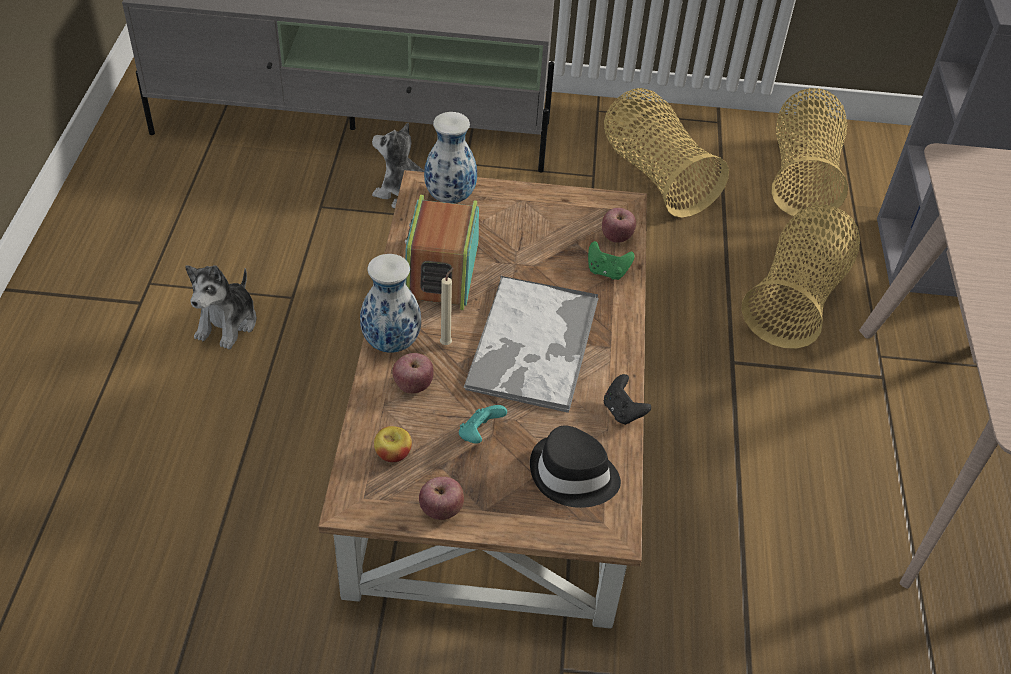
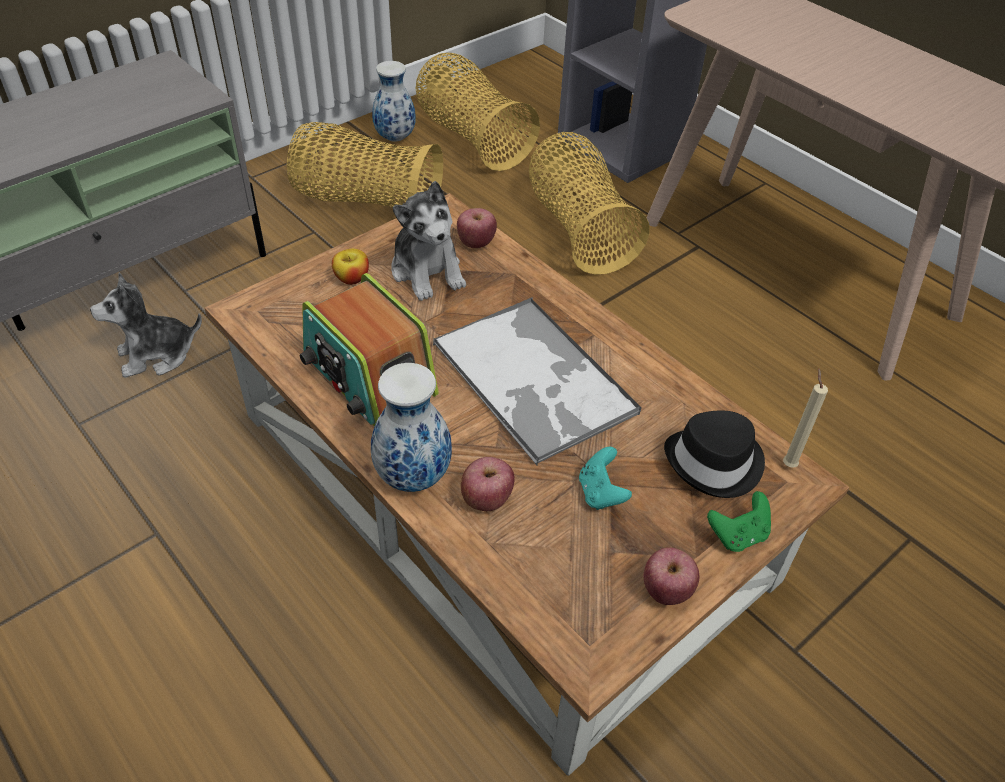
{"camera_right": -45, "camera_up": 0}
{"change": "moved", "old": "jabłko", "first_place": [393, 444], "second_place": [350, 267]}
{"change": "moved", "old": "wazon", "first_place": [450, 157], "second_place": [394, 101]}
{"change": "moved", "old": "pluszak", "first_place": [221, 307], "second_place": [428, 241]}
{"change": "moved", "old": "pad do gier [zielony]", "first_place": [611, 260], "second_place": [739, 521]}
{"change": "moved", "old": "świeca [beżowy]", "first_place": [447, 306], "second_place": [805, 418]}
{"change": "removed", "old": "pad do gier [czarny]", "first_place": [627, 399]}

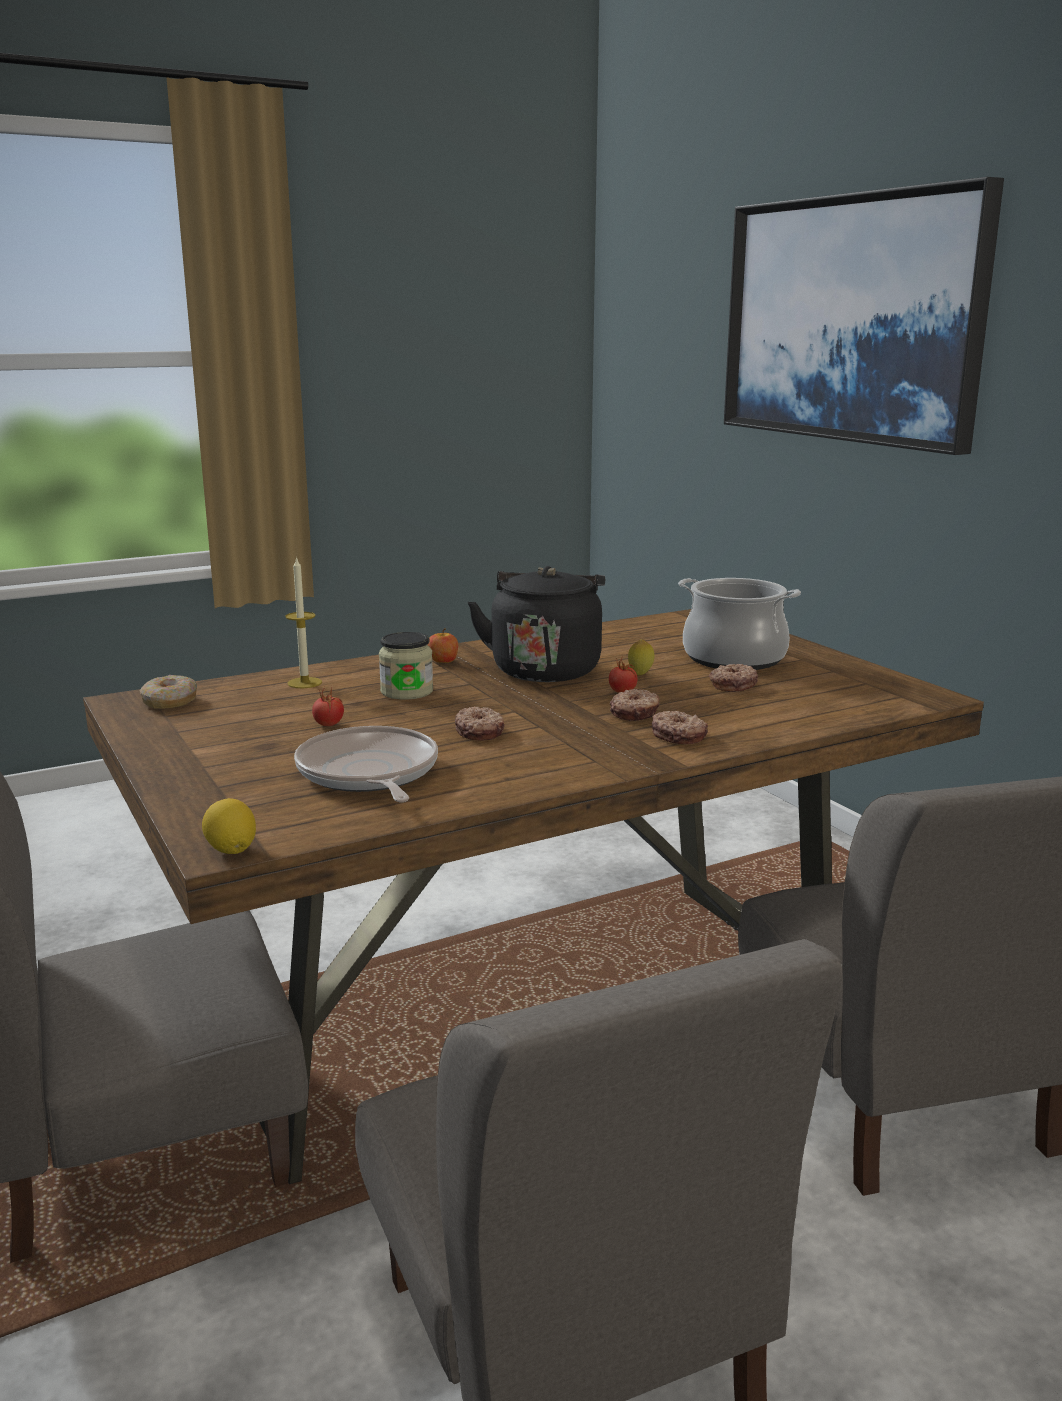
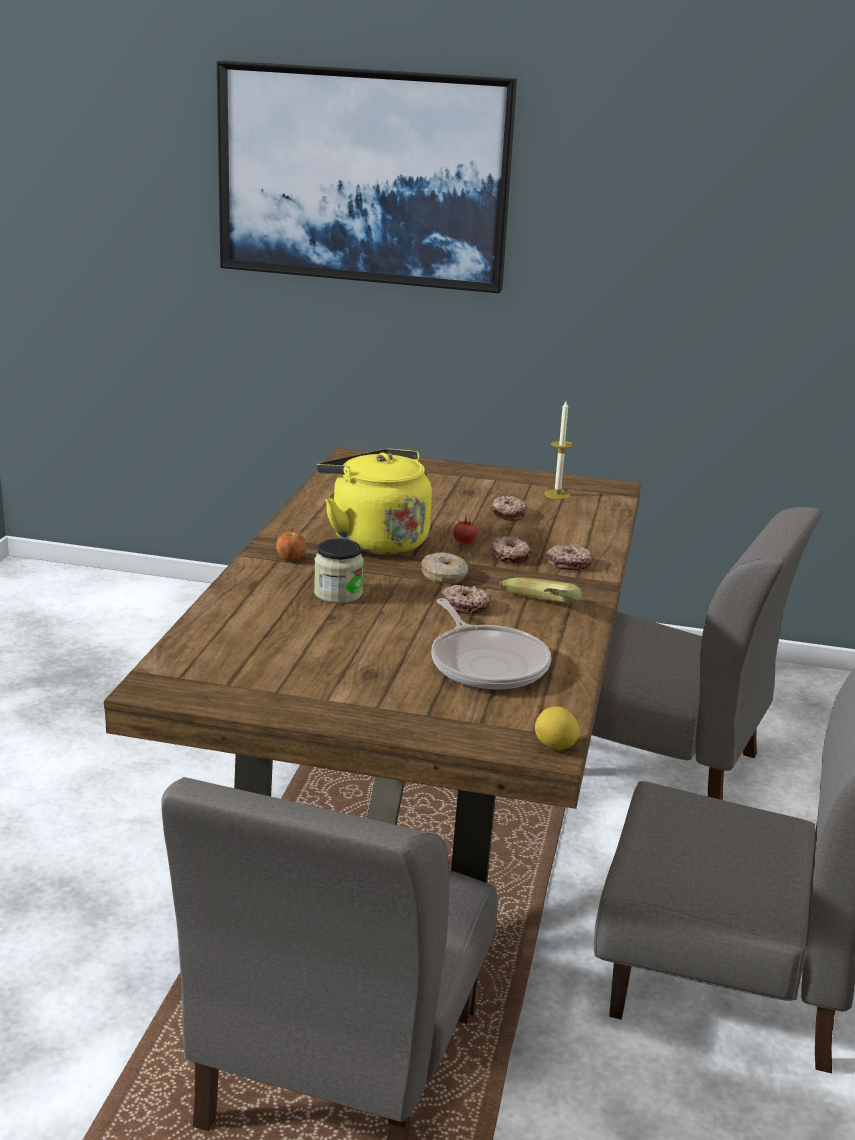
{"camera_right": -50, "camera_up": 5}
{"change": "recoloured", "old": "czajnik [czarny]", "new": "czajnik [żółty]", "first_place": [536, 624], "second_place": [374, 502]}
{"change": "moved", "old": "donut", "first_place": [168, 692], "second_place": [444, 568]}
{"change": "turned", "old": "patelnia", "first_place": [366, 764], "second_place": [491, 644], "degrees": -135}
{"change": "added", "new": "banan", "second_place": [540, 590]}
{"change": "moved", "old": "świeca", "first_place": [303, 622], "second_place": [558, 450]}
{"change": "removed", "old": "pomidor", "first_place": [328, 706]}
{"change": "removed", "old": "cytryna", "first_place": [641, 657]}
{"change": "removed", "old": "garnek", "first_place": [739, 624]}

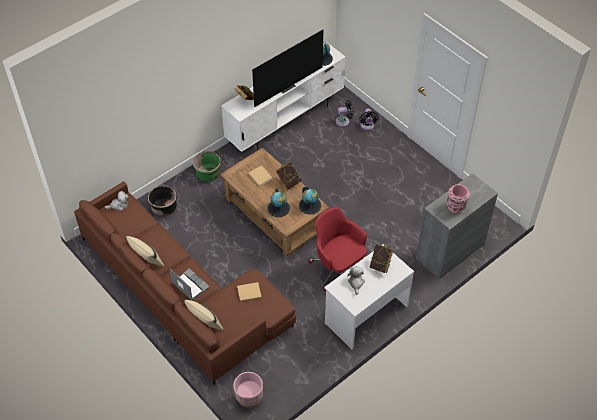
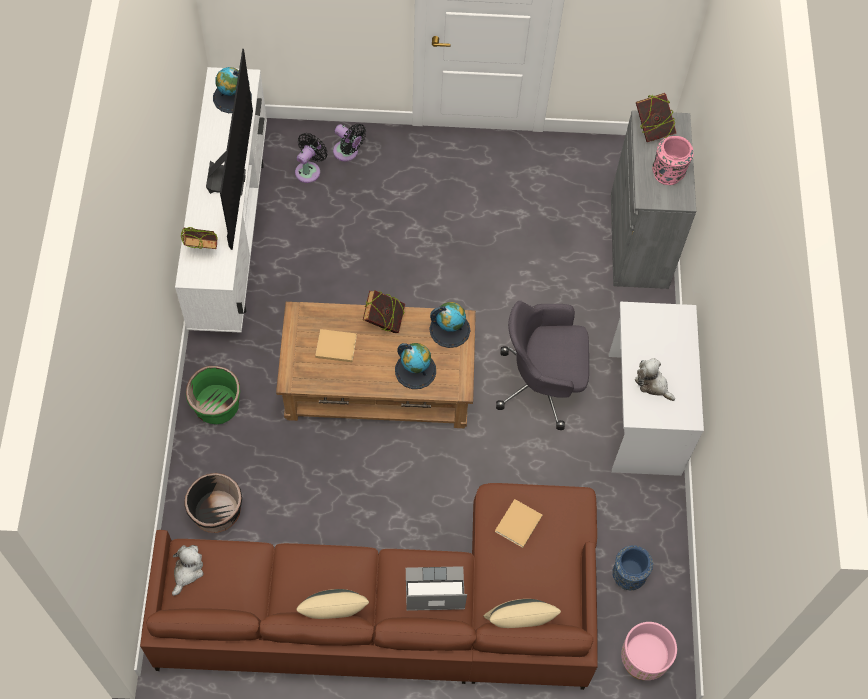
{"camera_right": -50, "camera_up": 10}
{"change": "recoloured", "old": "krzesło biurowe [czerwony]", "new": "krzesło biurowe [szary]", "first_place": [338, 249], "second_place": [542, 365]}
{"change": "added", "new": "wazon [niebieski]", "second_place": [632, 567]}
{"change": "moved", "old": "książka", "first_place": [381, 258], "second_place": [656, 117]}

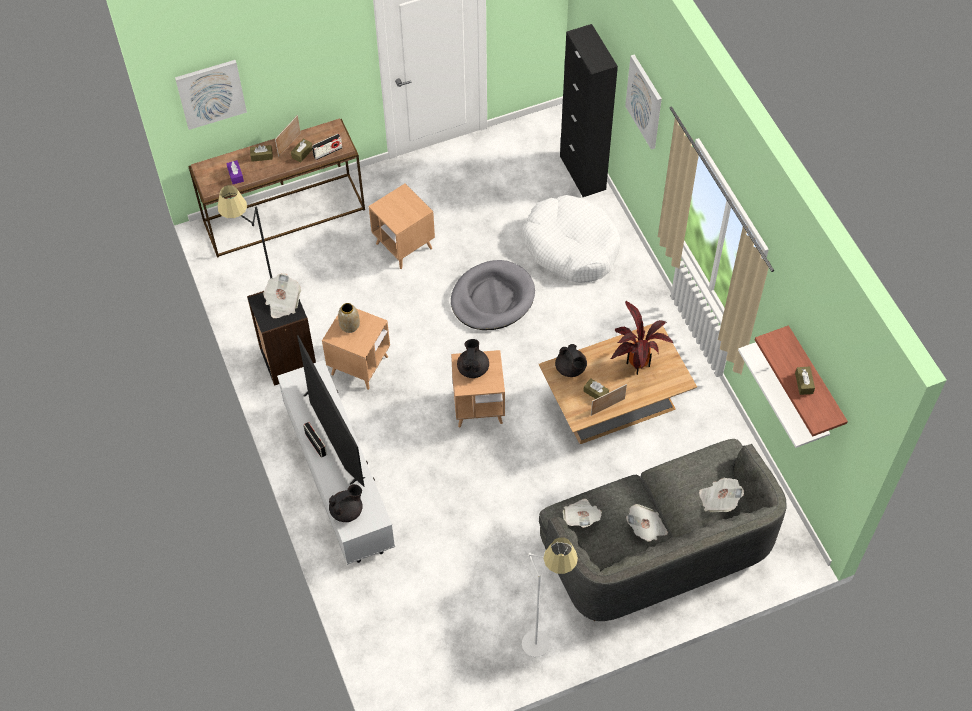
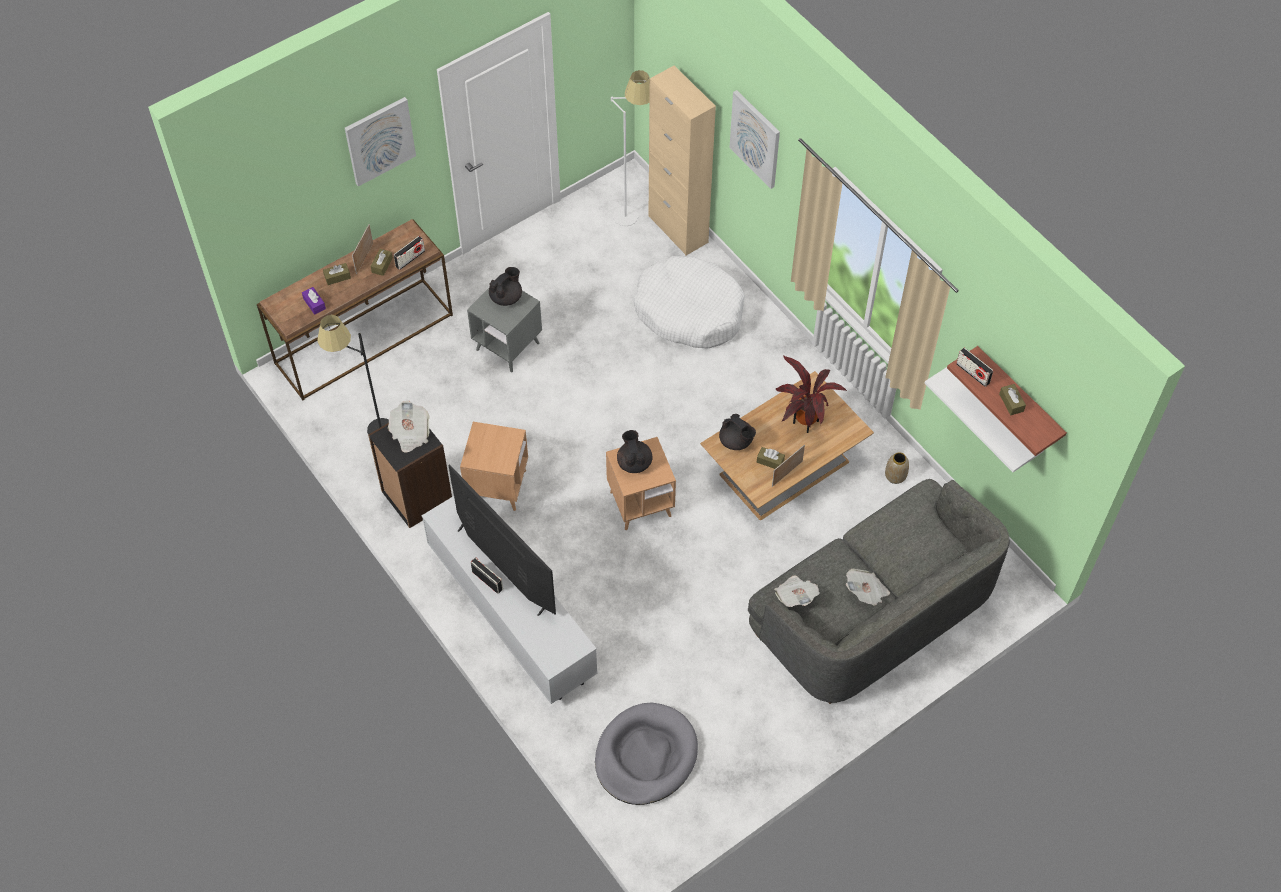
{"camera_right": -15, "camera_up": 0}
{"change": "moved", "old": "obraz", "first_place": [211, 95], "second_place": [380, 142]}
{"change": "recoloured", "old": "stolik [brązowy]", "new": "stolik [szary]", "first_place": [402, 226], "second_place": [504, 330]}
{"change": "moved", "old": "imbryk [czarny]", "first_place": [346, 503], "second_place": [505, 286]}
{"change": "moved", "old": "legowisko [szary]", "first_place": [493, 295], "second_place": [646, 753]}
{"change": "moved", "old": "lampa stojąca [biały]", "first_place": [550, 597], "second_place": [630, 148]}
{"change": "recoloured", "old": "szafka [czarny]", "new": "szafka [beżowy]", "first_place": [589, 110], "second_place": [682, 160]}
{"change": "moved", "old": "wazon", "first_place": [349, 318], "second_place": [897, 468]}
{"change": "added", "new": "radio", "second_place": [975, 367]}
{"change": "removed", "old": "gazeta", "first_place": [721, 495]}

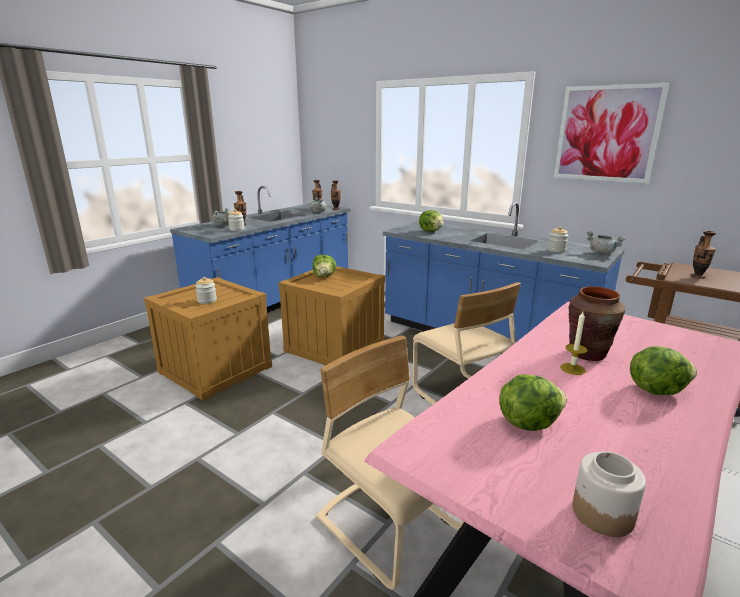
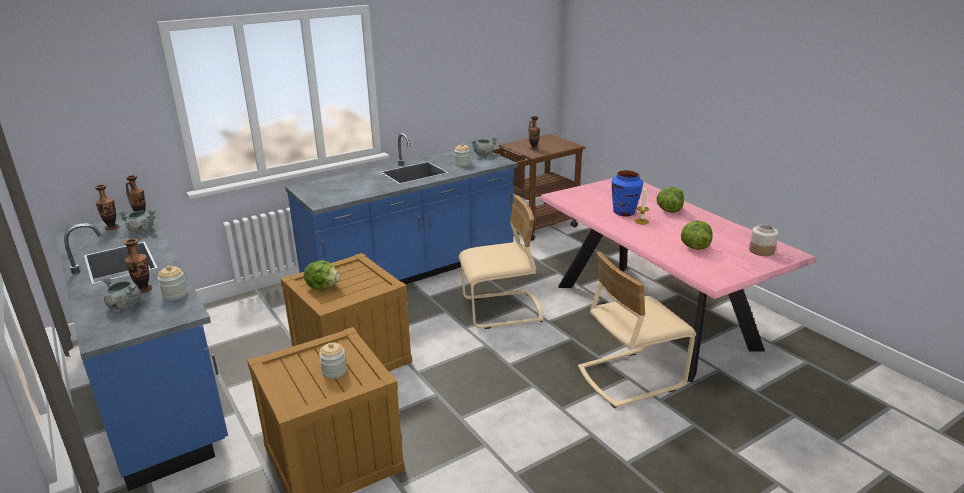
{"camera_right": -70, "camera_up": 5}
{"change": "recoloured", "old": "wazon [brązowy]", "new": "wazon [niebieski]", "first_place": [597, 323], "second_place": [627, 193]}
{"change": "removed", "old": "sałata", "first_place": [431, 221]}
{"change": "removed", "old": "obraz", "first_place": [611, 133]}

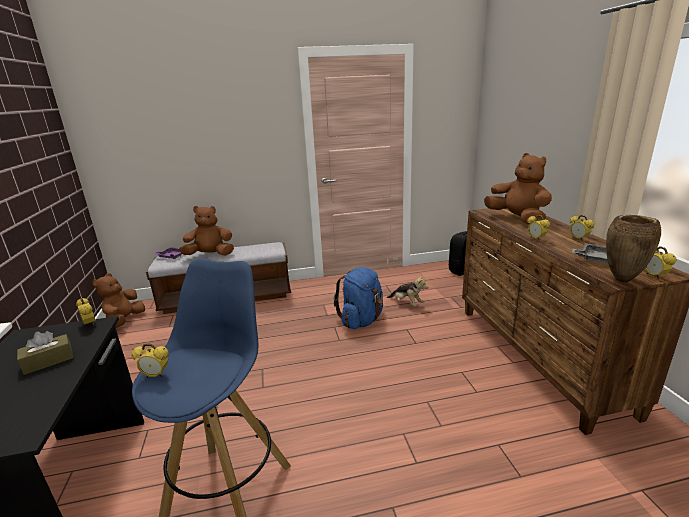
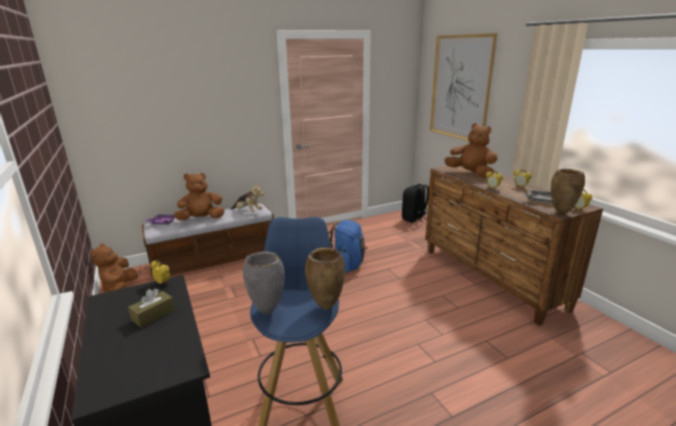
{"camera_right": -15, "camera_up": 0}
{"change": "moved", "old": "pluszak", "first_place": [408, 290], "second_place": [247, 197]}
{"change": "replaced", "old": "budzik", "new": "wazon [szary]", "first_place": [150, 360], "second_place": [264, 283]}
{"change": "added", "new": "wazon [brązowy]", "second_place": [325, 278]}
{"change": "added", "new": "obraz", "second_place": [463, 87]}

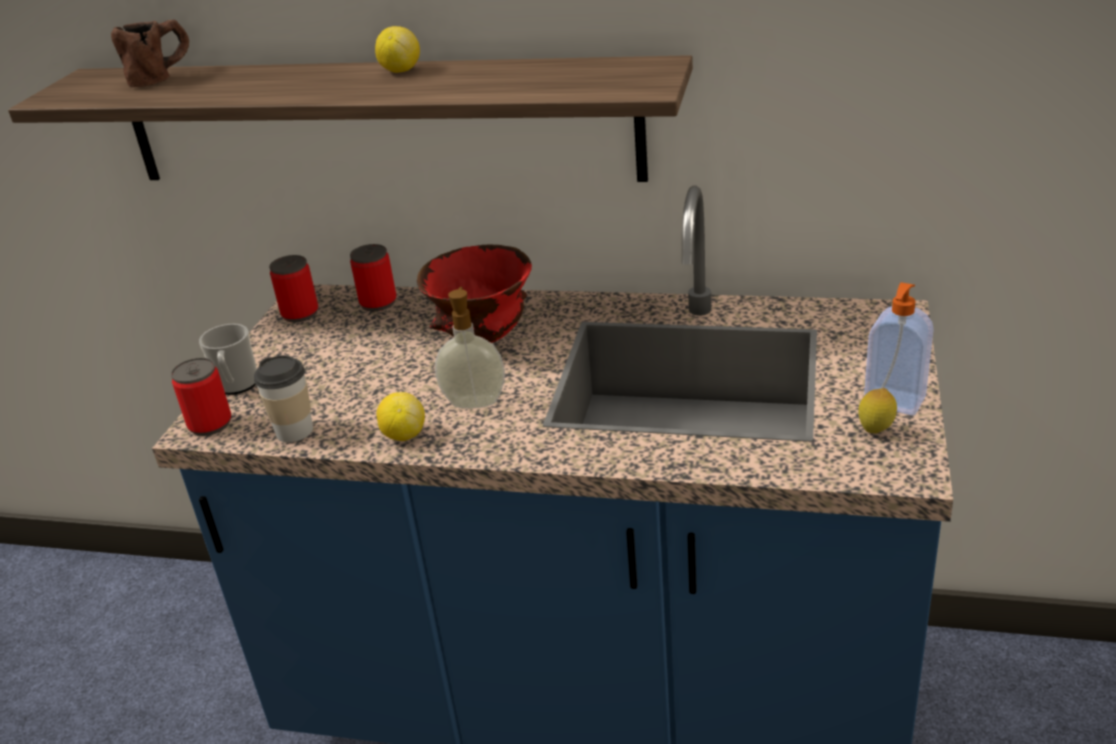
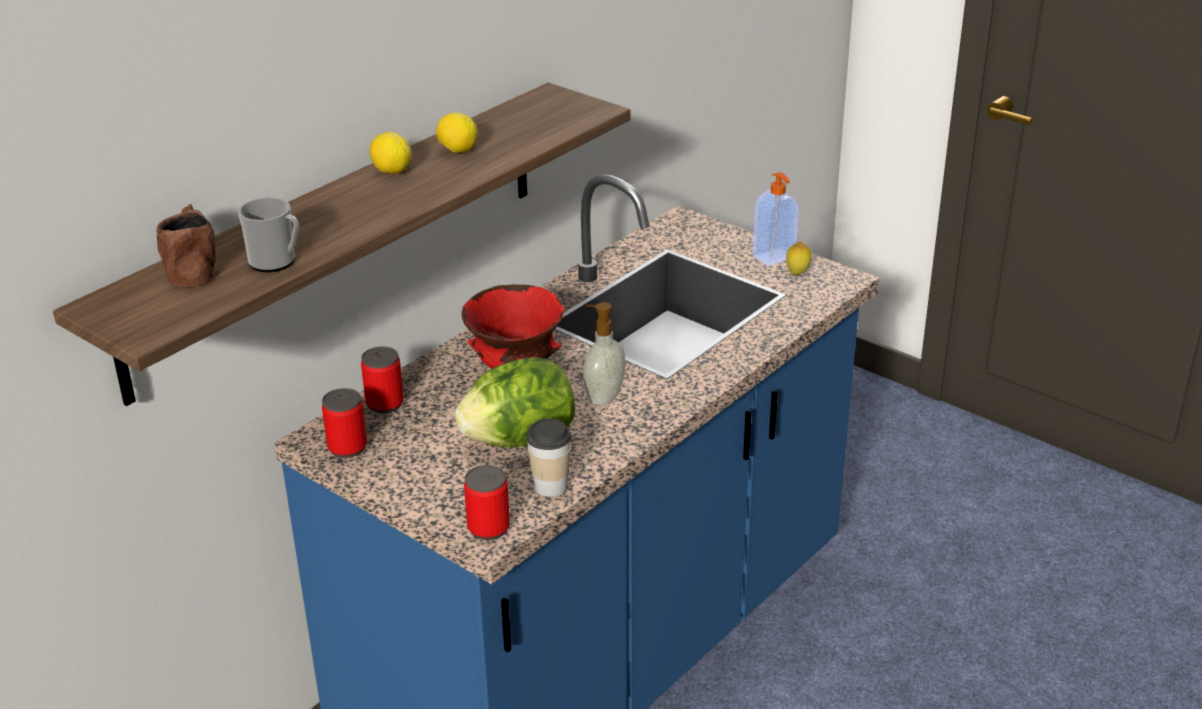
{"camera_right": -65, "camera_up": 0}
{"change": "moved", "old": "kubek", "first_place": [228, 359], "second_place": [268, 234]}
{"change": "moved", "old": "cytryna", "first_place": [400, 416], "second_place": [457, 132]}
{"change": "added", "new": "sałata", "second_place": [515, 402]}

